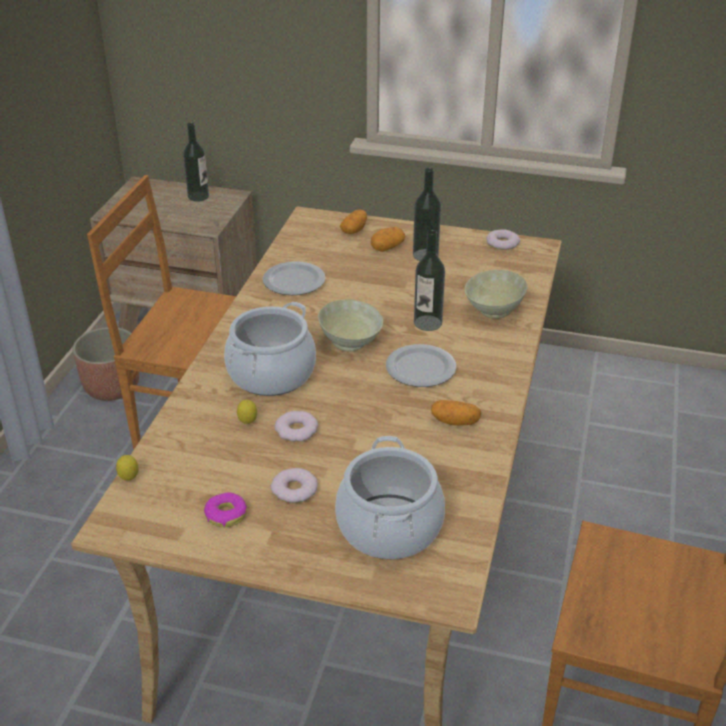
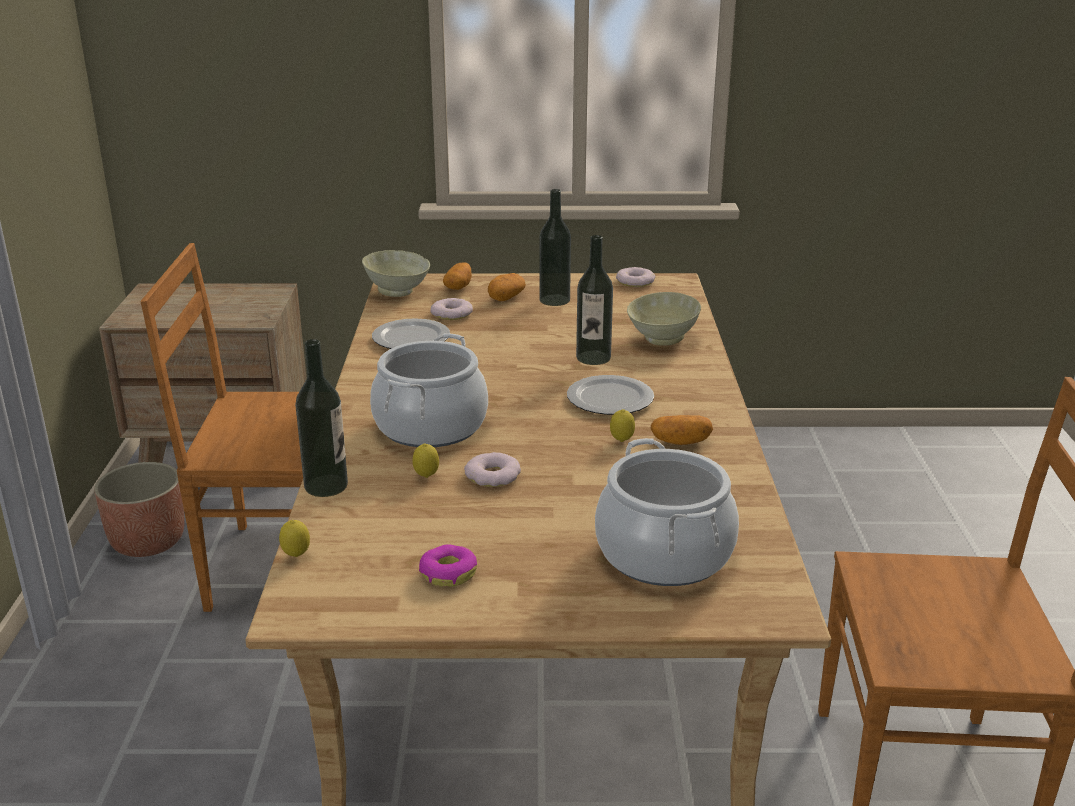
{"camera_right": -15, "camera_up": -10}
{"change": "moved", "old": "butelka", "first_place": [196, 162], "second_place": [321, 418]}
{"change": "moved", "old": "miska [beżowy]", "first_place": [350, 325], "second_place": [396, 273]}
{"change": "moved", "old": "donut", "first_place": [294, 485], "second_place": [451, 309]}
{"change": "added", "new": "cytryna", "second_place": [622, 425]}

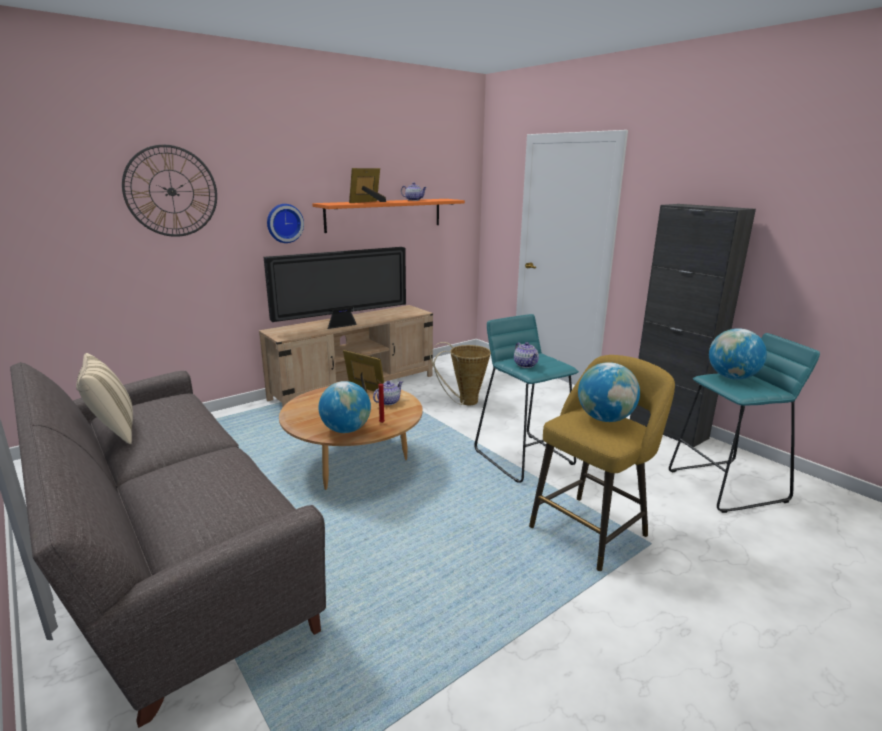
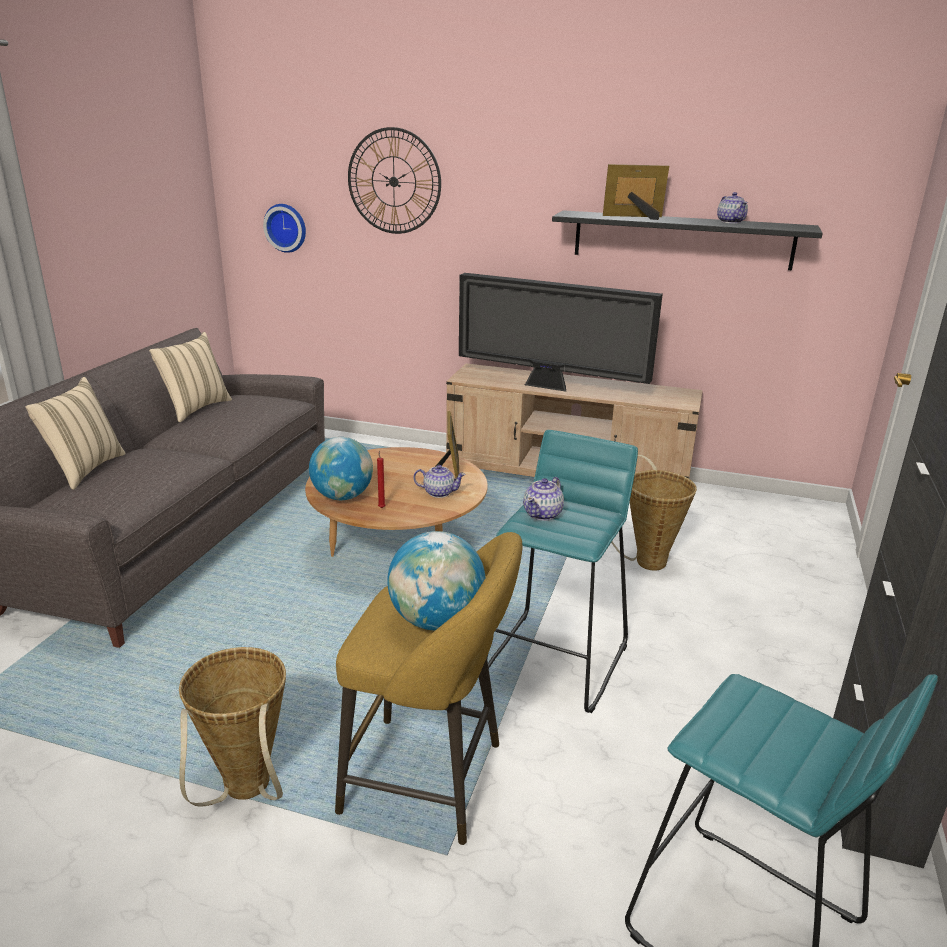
{"camera_right": 55, "camera_up": 5}
{"change": "added", "new": "poduszka [beżowy]", "second_place": [76, 433]}
{"change": "added", "new": "koszyk", "second_place": [232, 727]}
{"change": "moved", "old": "zegar ścienny", "first_place": [285, 223], "second_place": [284, 228]}
{"change": "recoloured", "old": "półka [pomarańczowy]", "new": "półka [czarny]", "first_place": [388, 216], "second_place": [687, 240]}
{"change": "removed", "old": "globus", "first_place": [738, 354]}

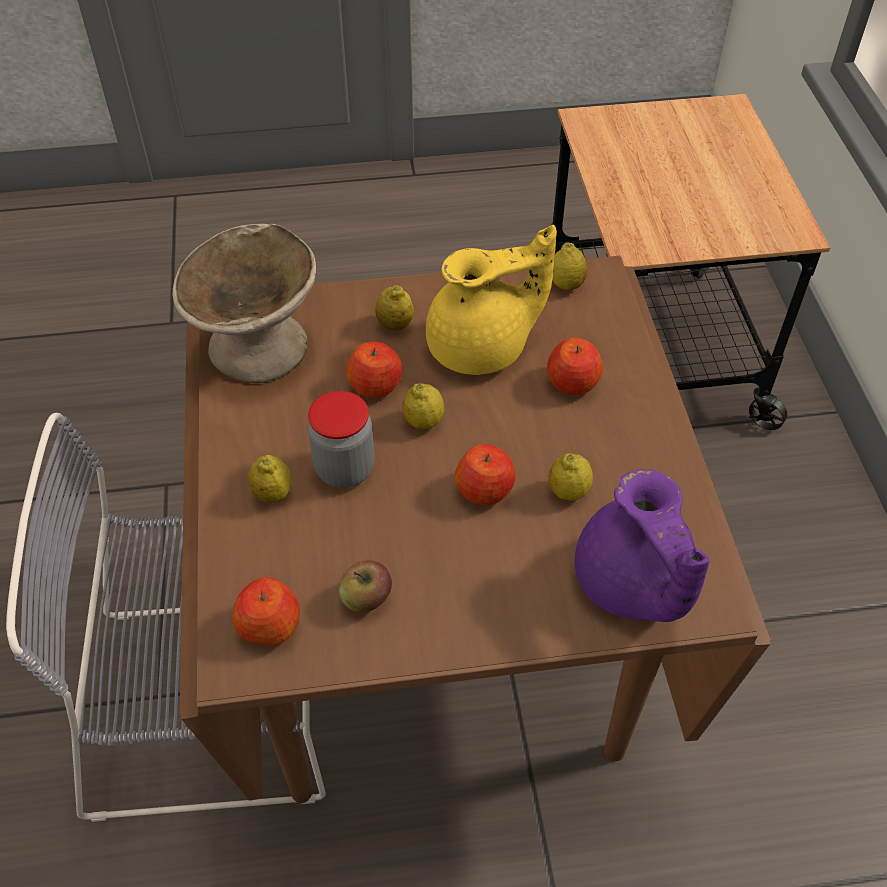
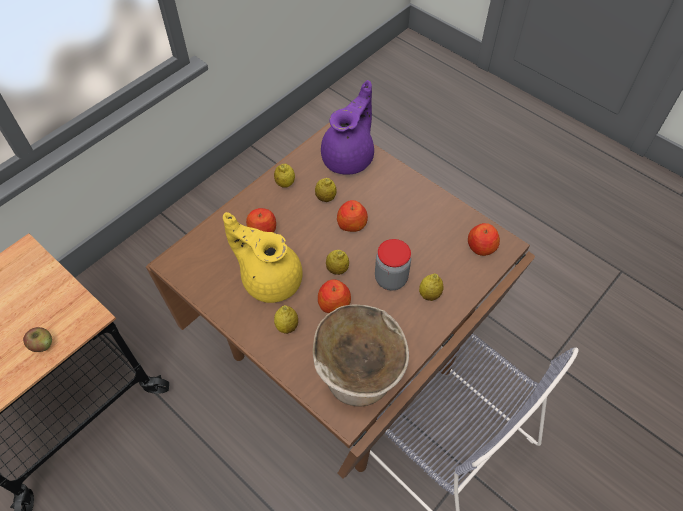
{"camera_right": -130, "camera_up": 5}
{"change": "moved", "old": "jabłko", "first_place": [365, 586], "second_place": [37, 339]}
{"change": "moved", "old": "cytryna", "first_place": [569, 266], "second_place": [284, 176]}

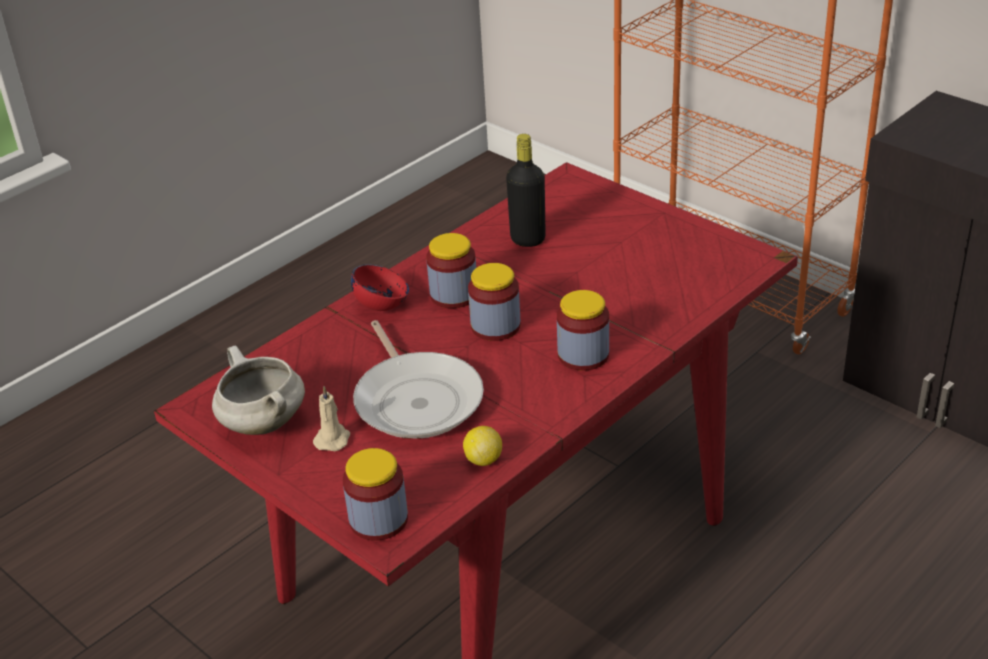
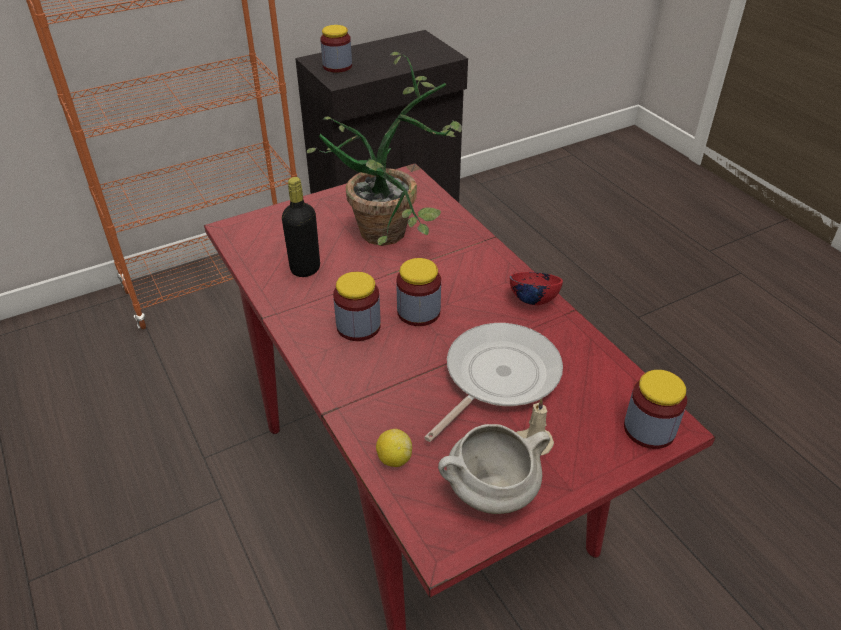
{"camera_right": -75, "camera_up": 5}
{"change": "added", "new": "roślina doniczkowa", "second_place": [384, 149]}
{"change": "moved", "old": "słoik", "first_place": [583, 330], "second_place": [336, 49]}
{"change": "moved", "old": "cytryna", "first_place": [482, 446], "second_place": [394, 448]}
{"change": "turned", "old": "patelnia", "first_place": [418, 379], "second_place": [493, 382], "degrees": -45}
{"change": "moved", "old": "miska [czerwony]", "first_place": [380, 287], "second_place": [536, 288]}

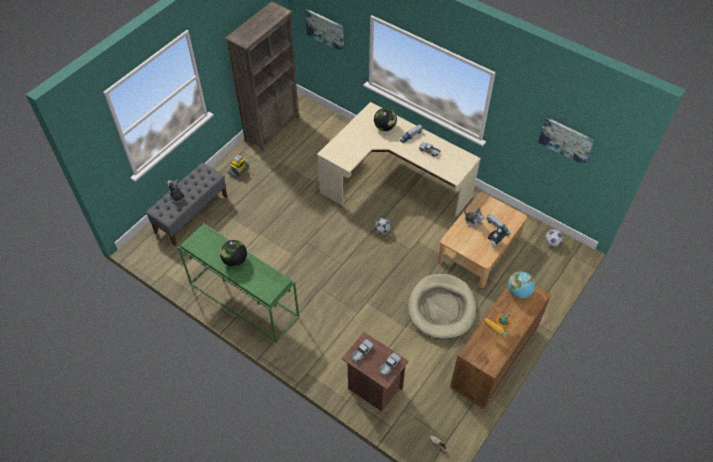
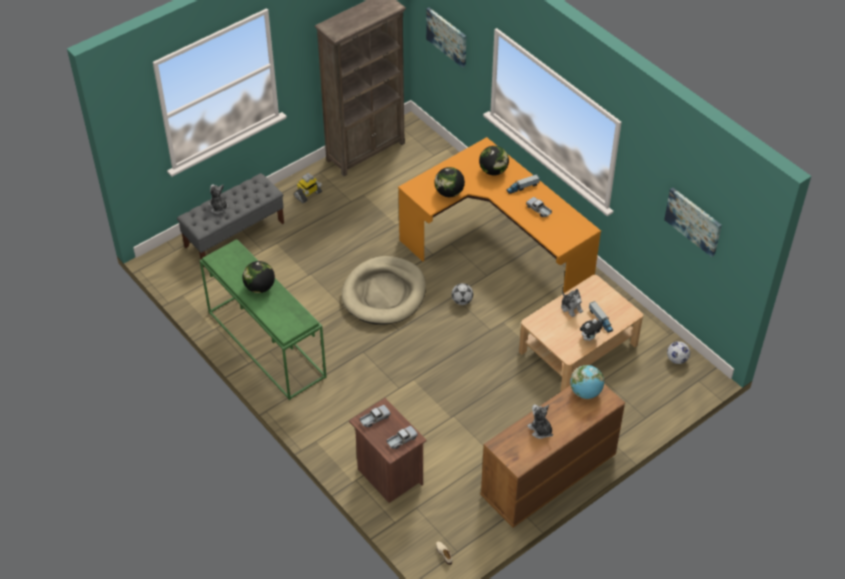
{"camera_right": 15, "camera_up": -5}
{"change": "moved", "old": "legowisko [beżowy]", "first_place": [442, 306], "second_place": [384, 290]}
{"change": "recoloured", "old": "biurko [beżowy]", "new": "biurko [pomarańczowy]", "first_place": [399, 159], "second_place": [499, 215]}
{"change": "added", "new": "globus", "second_place": [450, 182]}
{"change": "replaced", "old": "robot zabawkowy", "new": "pluszak", "first_place": [497, 324], "second_place": [540, 422]}

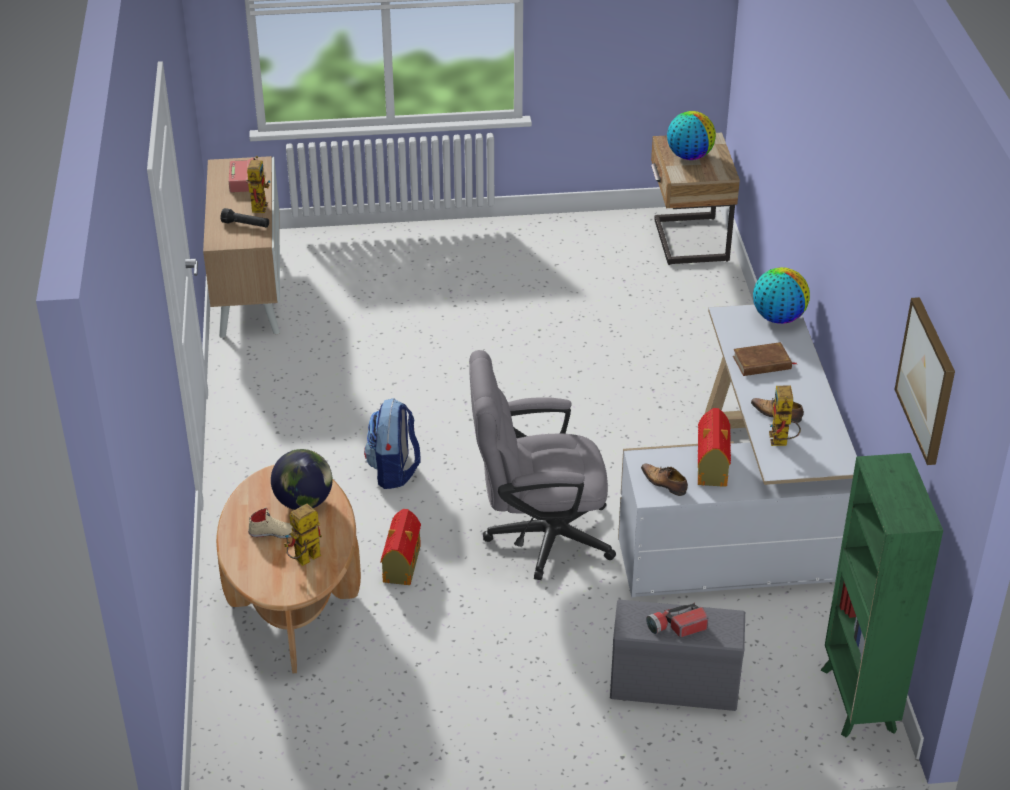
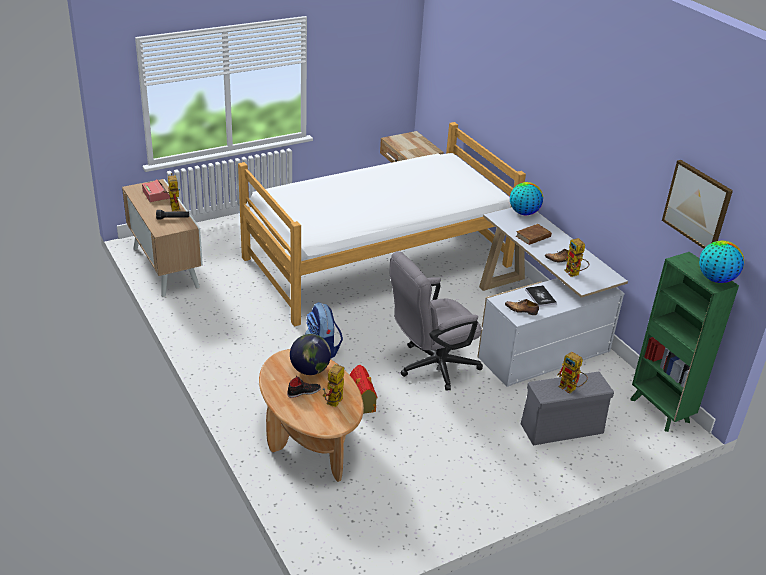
{"camera_right": -25, "camera_up": -5}
{"change": "added", "new": "łóżko", "second_place": [382, 224]}
{"change": "recoloured", "old": "but [beżowy]", "new": "but [czarny]", "first_place": [270, 522], "second_place": [304, 387]}
{"change": "replaced", "old": "domek", "new": "książka", "first_place": [714, 447], "second_place": [541, 296]}
{"change": "replaced", "old": "latarka", "new": "robot zabawkowy", "first_place": [677, 620], "second_place": [572, 373]}
{"change": "moved", "old": "globus", "first_place": [691, 135], "second_place": [721, 262]}

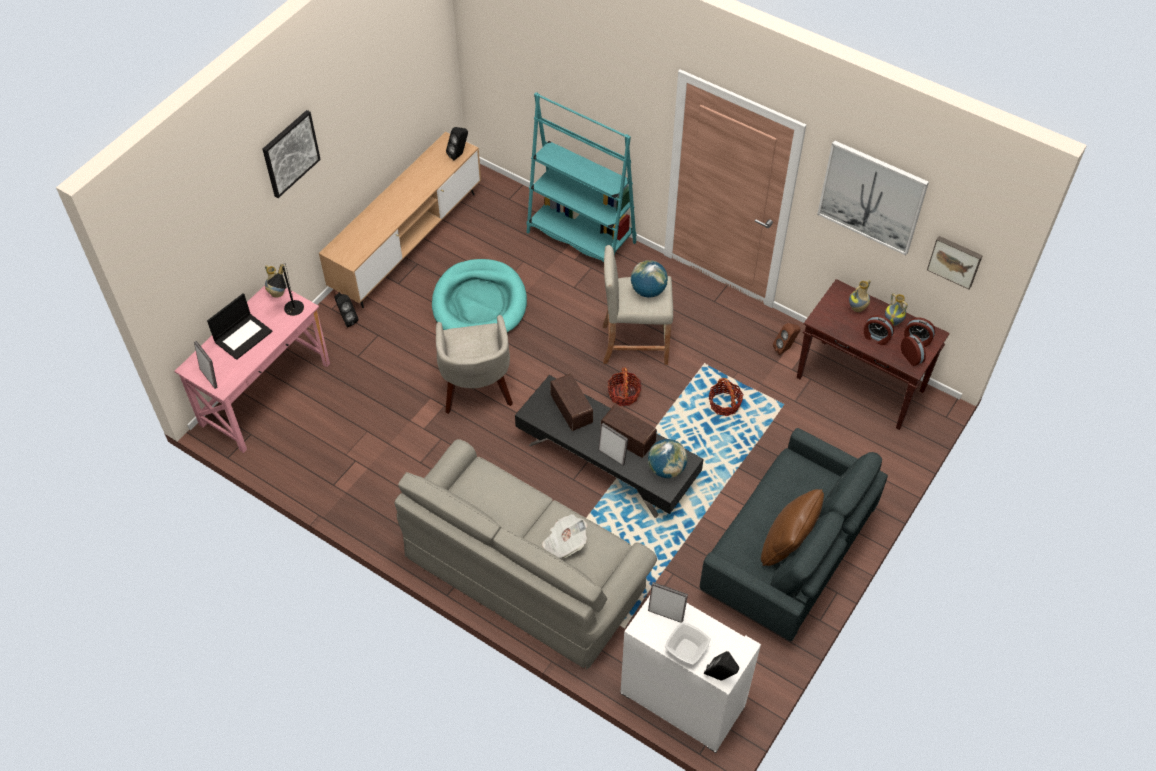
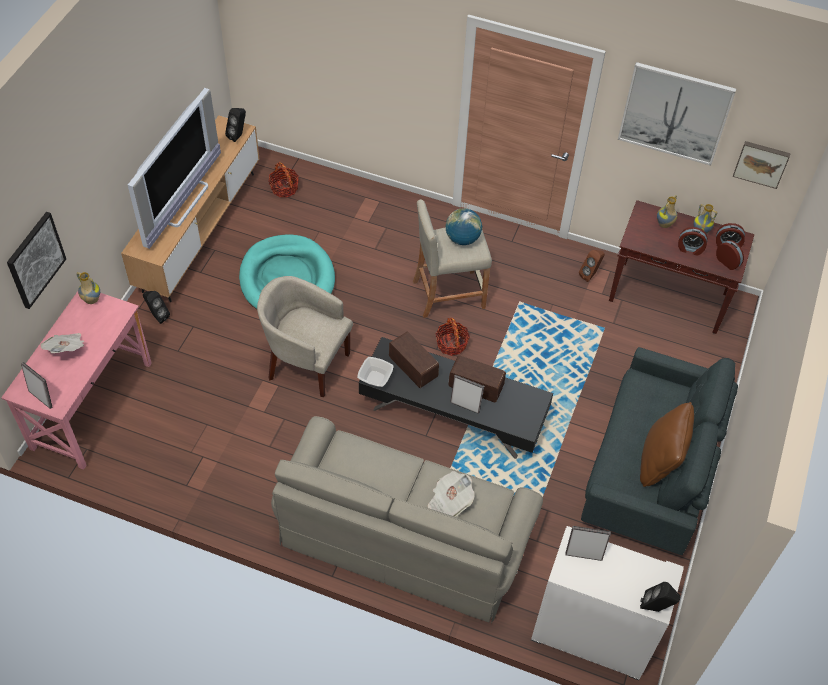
{"camera_right": -15, "camera_up": 0}
{"change": "moved", "old": "obraz", "first_place": [292, 154], "second_place": [36, 260]}
{"change": "replaced", "old": "laptop", "new": "gazeta", "first_place": [240, 326], "second_place": [62, 343]}
{"change": "added", "new": "telewizor", "second_place": [174, 168]}
{"change": "turned", "old": "fotel [beżowy]", "first_place": [474, 364], "second_place": [305, 337], "degrees": 135}
{"change": "moved", "old": "koszyk", "first_place": [726, 397], "second_place": [283, 179]}
{"change": "moved", "old": "miska", "first_place": [688, 643], "second_place": [375, 372]}
{"change": "removed", "old": "lampa stołowa [czarny]", "first_place": [285, 290]}
{"change": "removed", "old": "regał [turkusowy]", "first_place": [581, 177]}
{"change": "removed", "old": "globus", "first_place": [667, 458]}

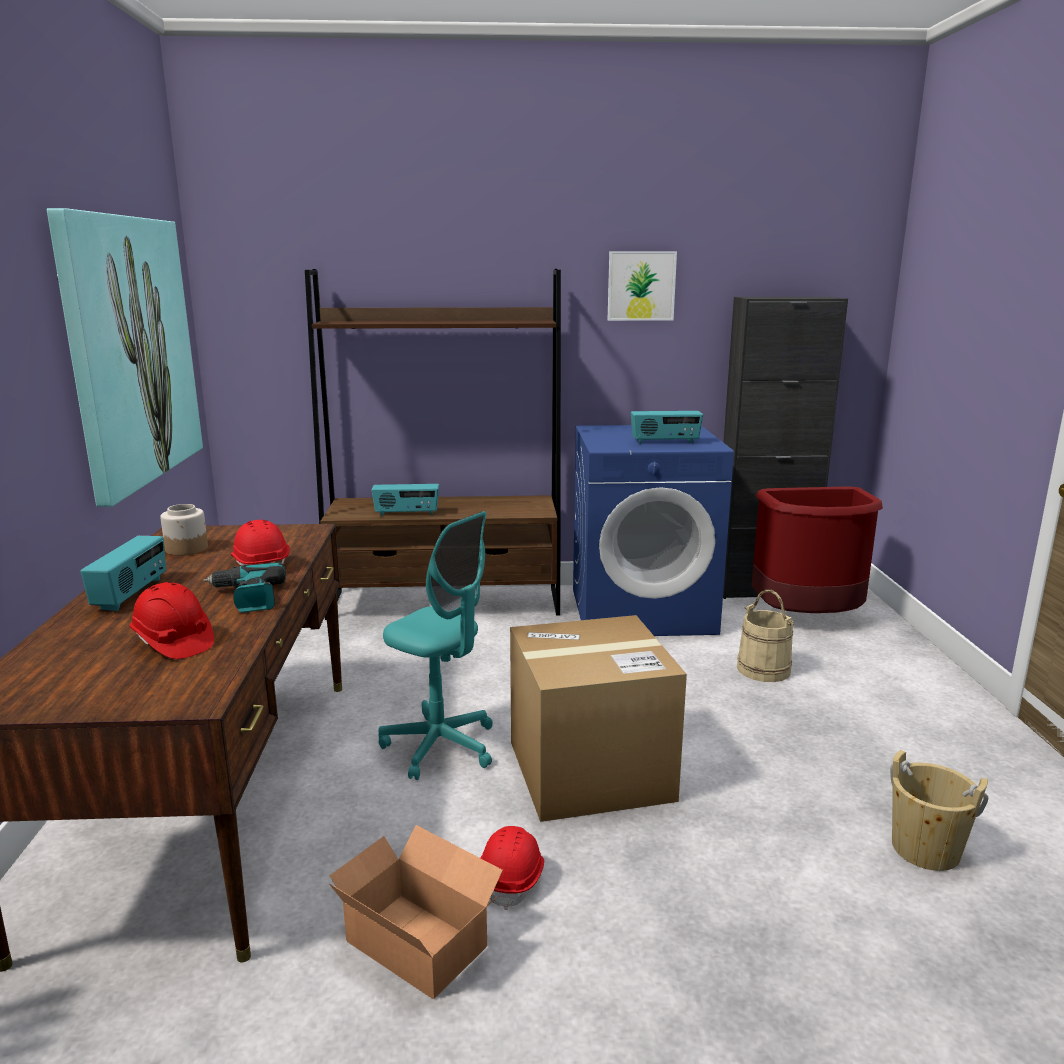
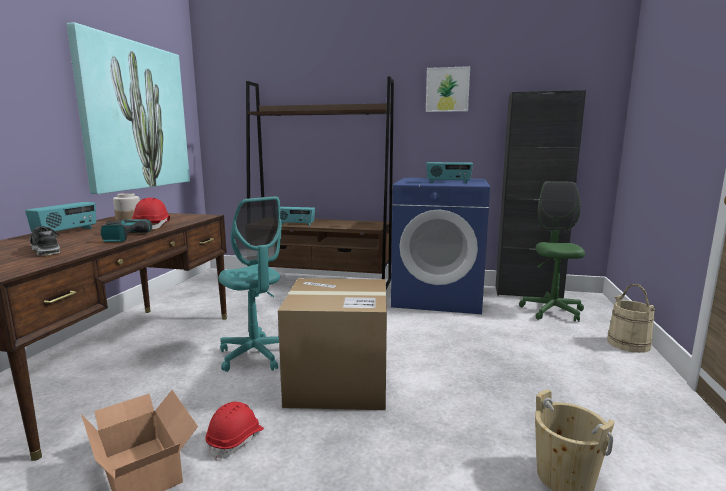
{"camera_right": 15, "camera_up": -5}
{"change": "replaced", "old": "kask [czerwony]", "new": "but", "first_place": [171, 620], "second_place": [45, 240]}
{"change": "replaced", "old": "kosz na śmieci [czerwony]", "new": "krzesło biurowe [zielony]", "first_place": [817, 550], "second_place": [552, 251]}
{"change": "moved", "old": "wiadro [beżowy]", "first_place": [765, 635], "second_place": [631, 318]}

